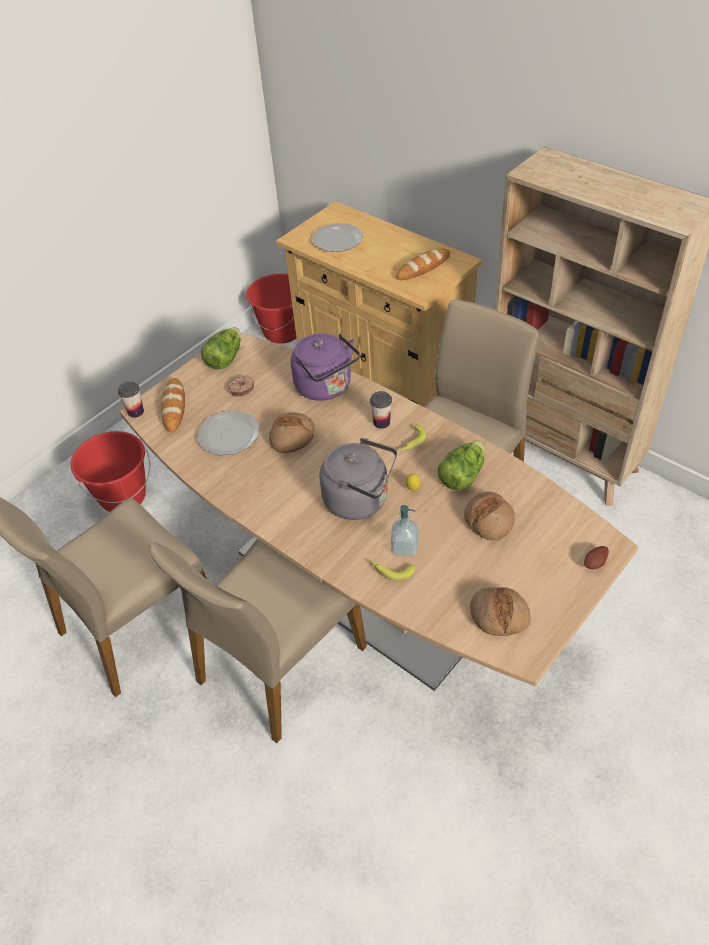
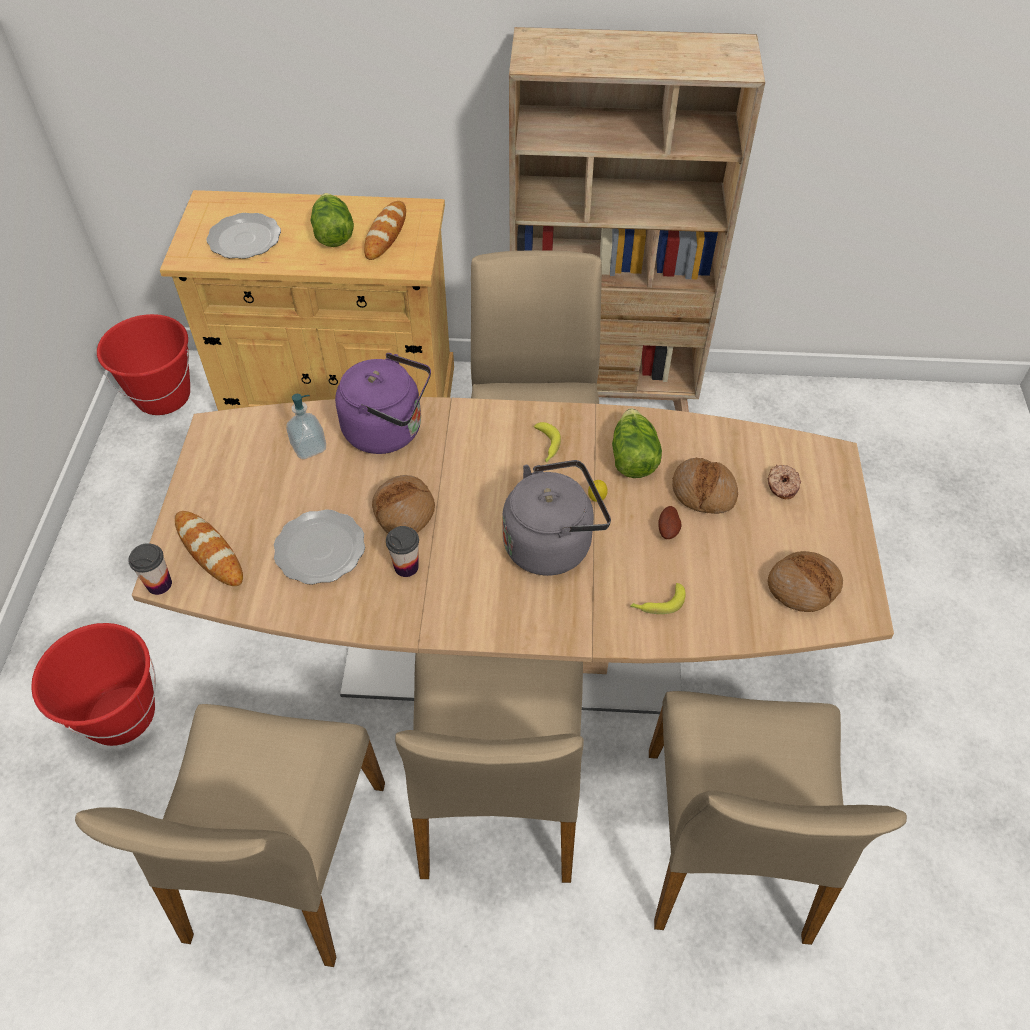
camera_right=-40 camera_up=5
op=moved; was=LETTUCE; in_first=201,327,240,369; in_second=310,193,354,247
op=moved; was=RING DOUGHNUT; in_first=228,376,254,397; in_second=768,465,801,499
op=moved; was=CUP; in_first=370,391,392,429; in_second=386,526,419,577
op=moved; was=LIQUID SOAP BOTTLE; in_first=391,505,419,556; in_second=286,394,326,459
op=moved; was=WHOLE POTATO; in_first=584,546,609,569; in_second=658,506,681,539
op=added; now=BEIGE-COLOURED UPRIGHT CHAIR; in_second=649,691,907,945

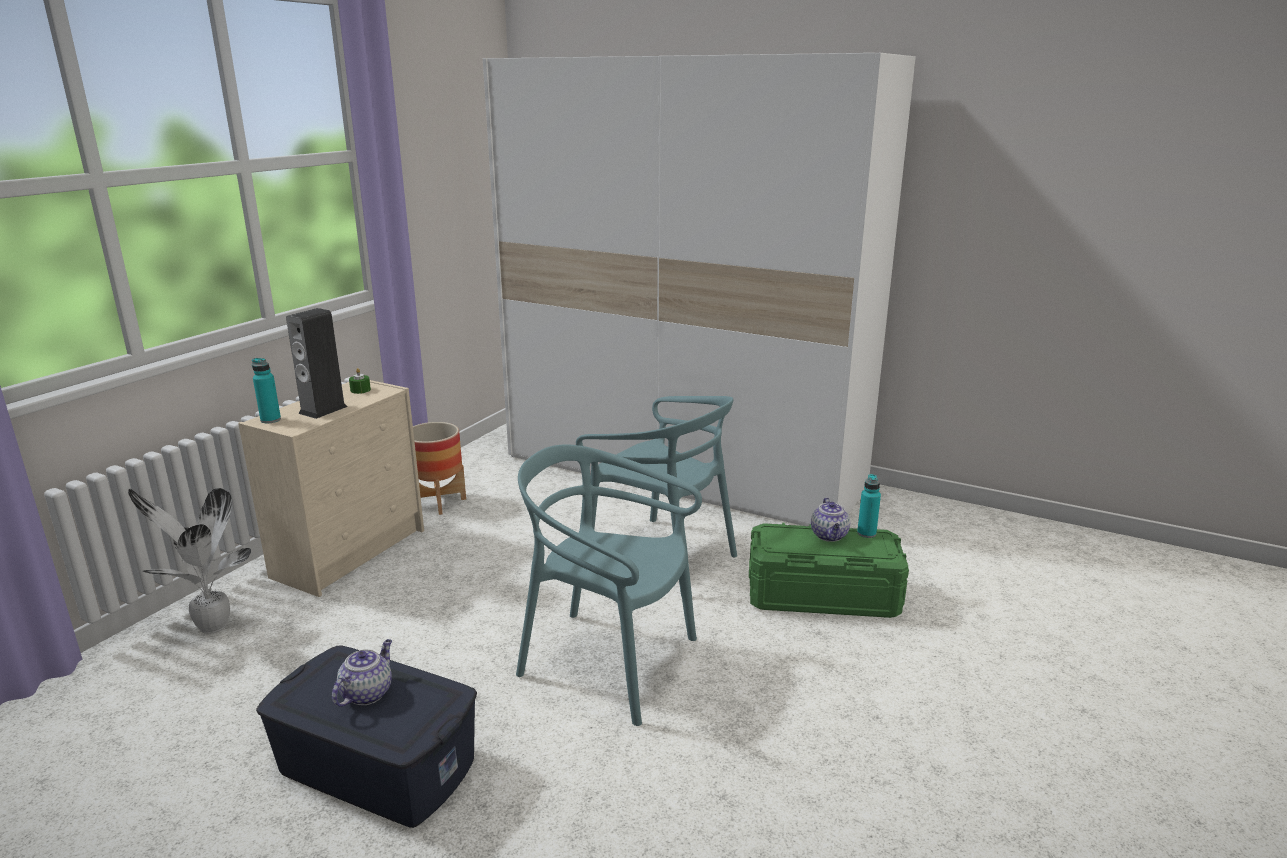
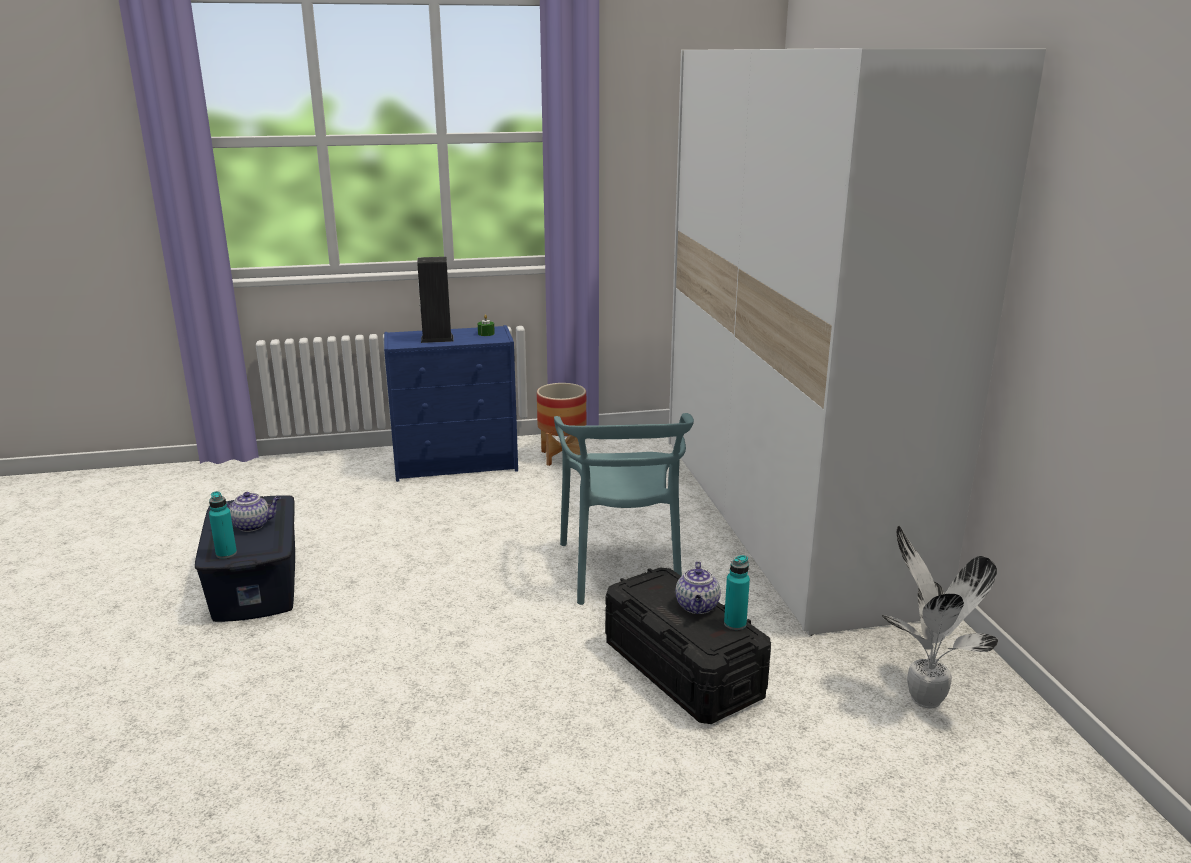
camera_right=50 camera_up=0
op=moved; was=TURQUOISE DRINK BOTTLE; in_first=252,358,281,423; in_second=209,491,237,559
op=recoloured; was=BEIGE-COLOURED CHEST OF DRAWERS; now=BLUISH CHEST OF DRAWERS; in_first=238,380,424,597; in_second=384,325,518,482
op=removed; was=TURQUOISE UPRIGHT CHAIR; in_first=516,445,702,726
op=moved; was=PLANT IN A POT; in_first=128,488,251,634; in_second=882,525,998,708
op=turned; was=POT FOR TEA; in_first=811,497,850,542; in_second=675,561,721,614; clockwise=-45
op=recoloured; was=GREEN-COLOURED STORAGE BIN; now=BLACKISH STORAGE BIN; in_first=749,523,909,618; in_second=605,567,771,724

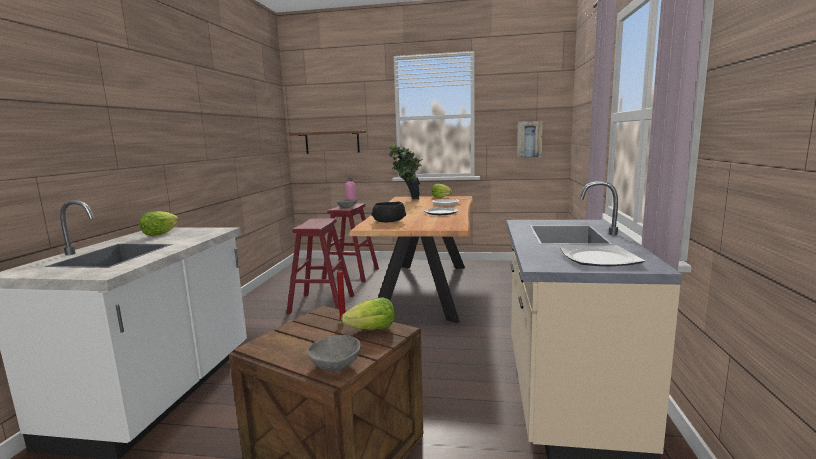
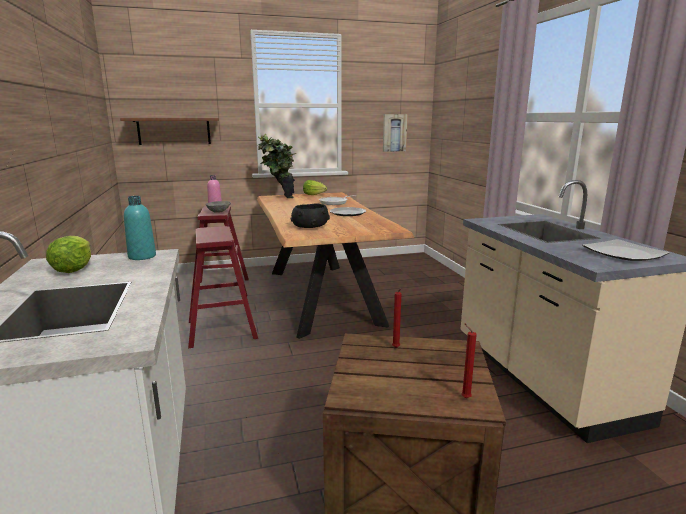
camera_right=-25 camera_up=5
op=removed; was=LETTUCE; in_first=341,297,395,330
op=replaced; was=GRAY DEEP DISH; now=REDDISH CANDLE; in_first=307,335,361,371; in_second=462,324,477,398
op=added; now=TURQUOISE DRINK BOTTLE; in_second=124,196,156,260

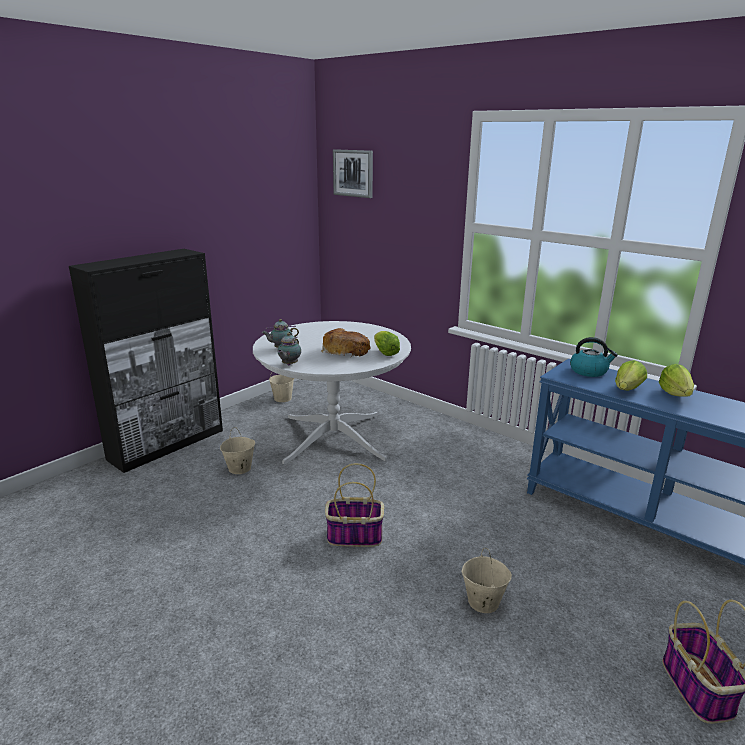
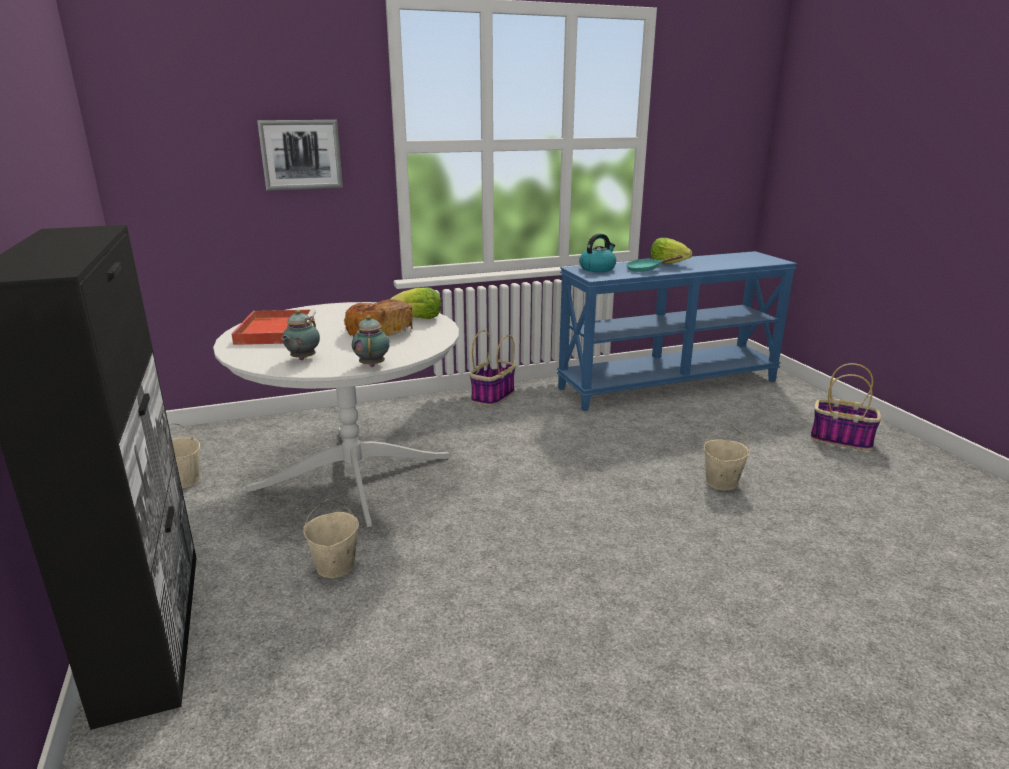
camera_right=-60 camera_up=0
op=moved; was=PICTURE; in_first=333,149,373,198; in_second=257,120,343,191
op=turned; was=POT FOR TEA; in_first=277,333,301,365; in_second=352,315,390,367; clockwise=-150
op=replaced; was=LETTUCE; now=TURQUOISE SKILLET; in_first=615,360,647,391; in_second=626,255,683,272
op=moved; was=HOUSEHOLD BASKET; in_first=325,463,384,547; in_second=470,330,516,406
op=added; now=REDDISH CARRYING TRAY; in_second=232,309,316,345

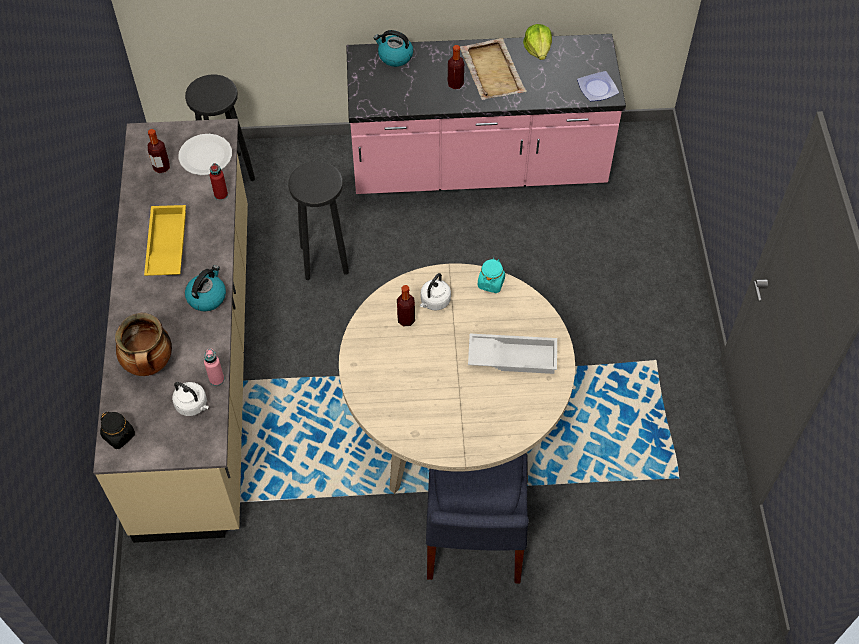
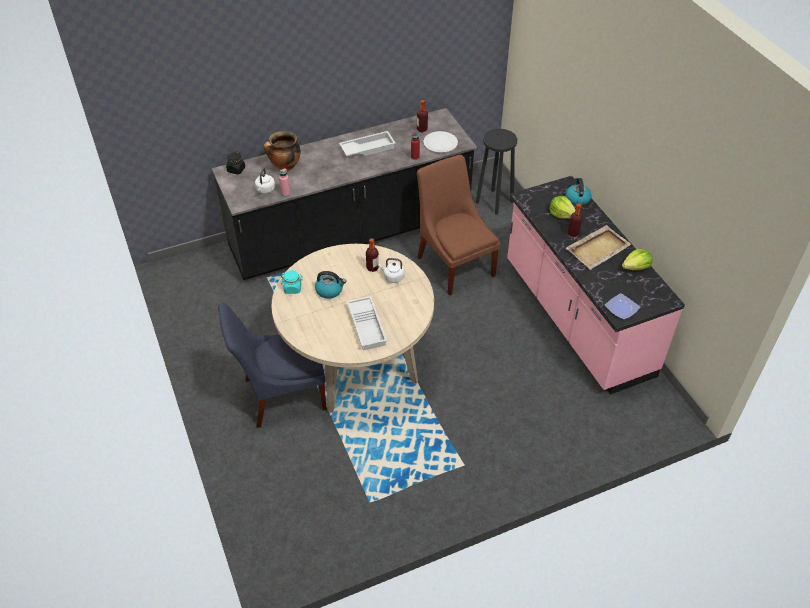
camera_right=70 camera_up=-10
op=recoloured; was=BEIGE-COLOURED KITCHEN BASE UNIT; now=BLACKISH KITCHEN BASE UNIT; in_first=93,119,248,543; in_second=212,108,477,280
op=replaced; was=BLACKISH STOOL SEAT; now=BROWNISH UPRIGHT CHAIR; in_first=288,161,349,280; in_second=417,155,500,296
op=recoloured; was=YELLOWISH CARRYING TRAY; now=WHITE CARRYING TRAY; in_first=144,205,186,276; in_second=339,131,396,156
op=moved; was=TURQUOISE JAR; in_first=478,258,505,293; in_second=281,270,303,294
op=moved; was=TEA KETTLE; in_first=185,265,226,312; in_second=315,271,346,299
op=added; now=LETTUCE; in_second=549,196,575,219

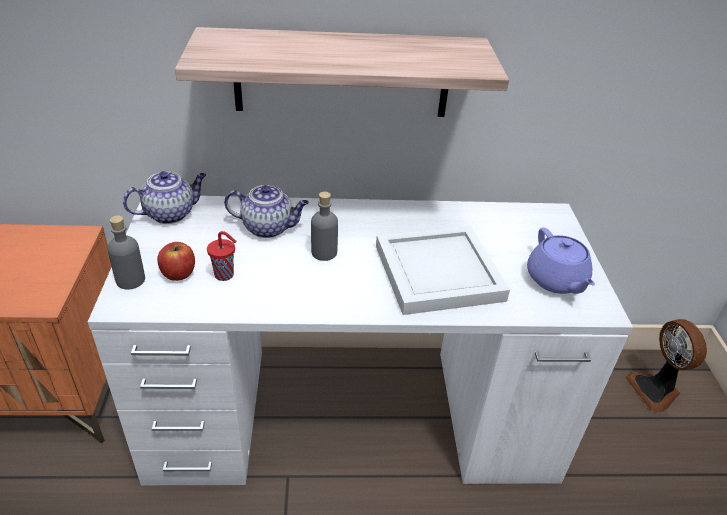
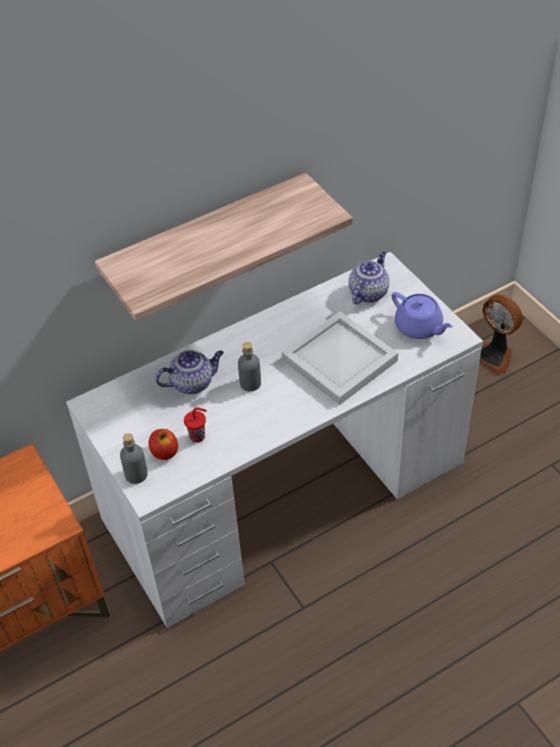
camera_right=-25 camera_up=10
op=moved; was=POT FOR TEA; in_first=123,171,206,224; in_second=349,252,390,304

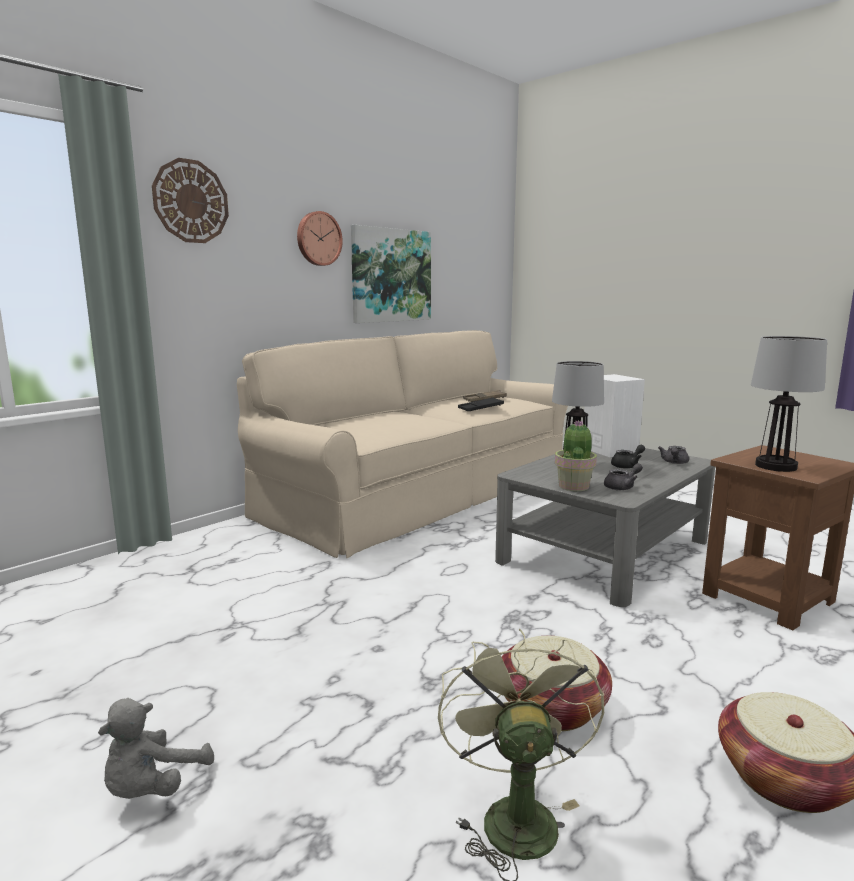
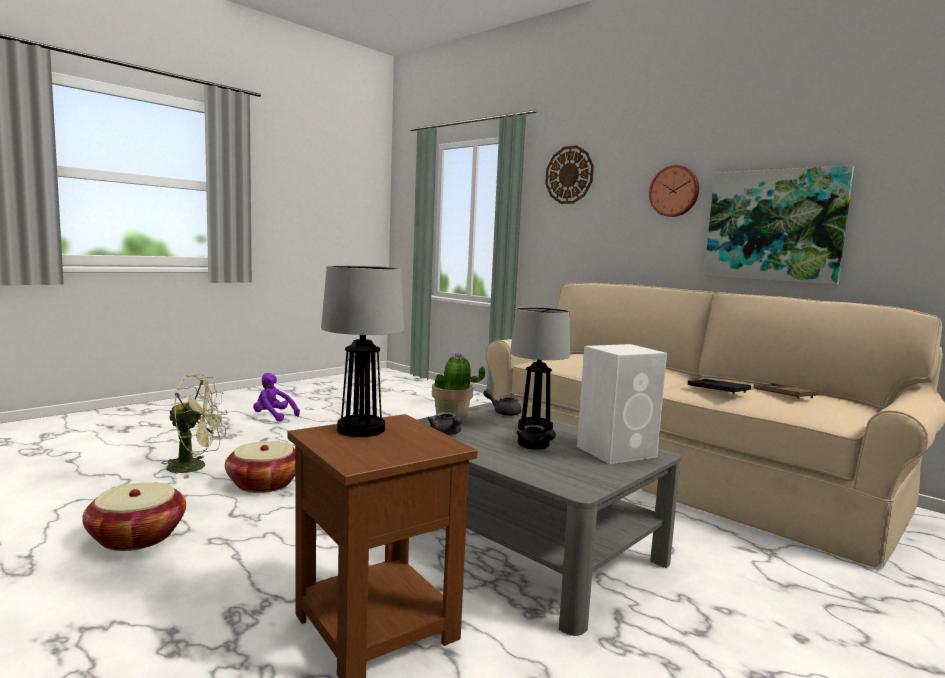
camera_right=90 camera_up=-5
op=moved; was=GRAY POT FOR TEA; in_first=658,446,689,464; in_second=483,389,521,416
op=recoloured; was=GRAY CUDDLY TOY; now=PURPLE CUDDLY TOY; in_first=98,698,214,799; in_second=253,373,300,422

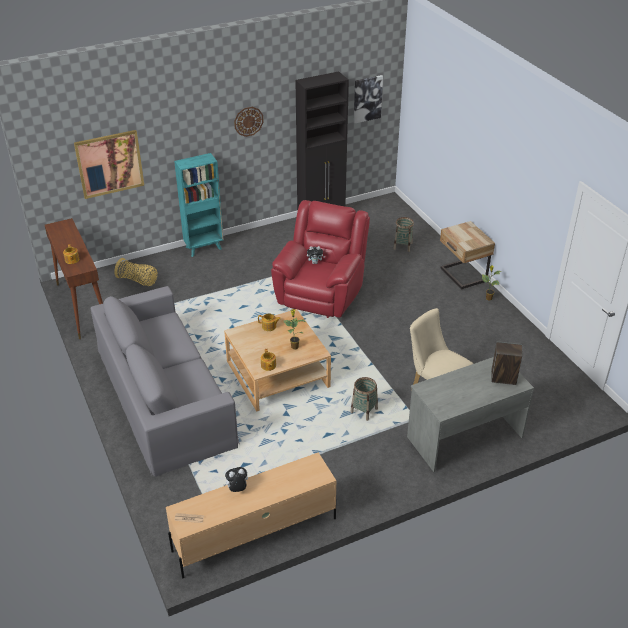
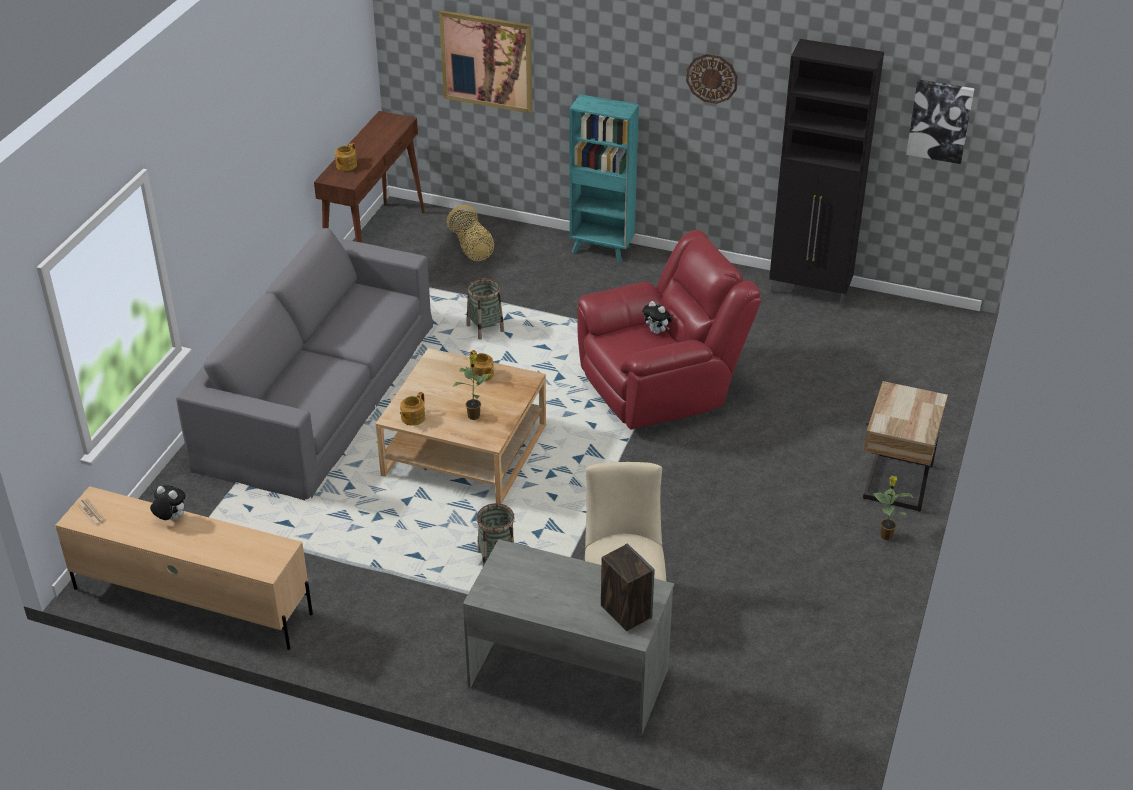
camera_right=45 camera_up=0
op=moved; was=HOUSEHOLD BASKET; in_first=393,217,414,252; in_second=466,278,504,340

